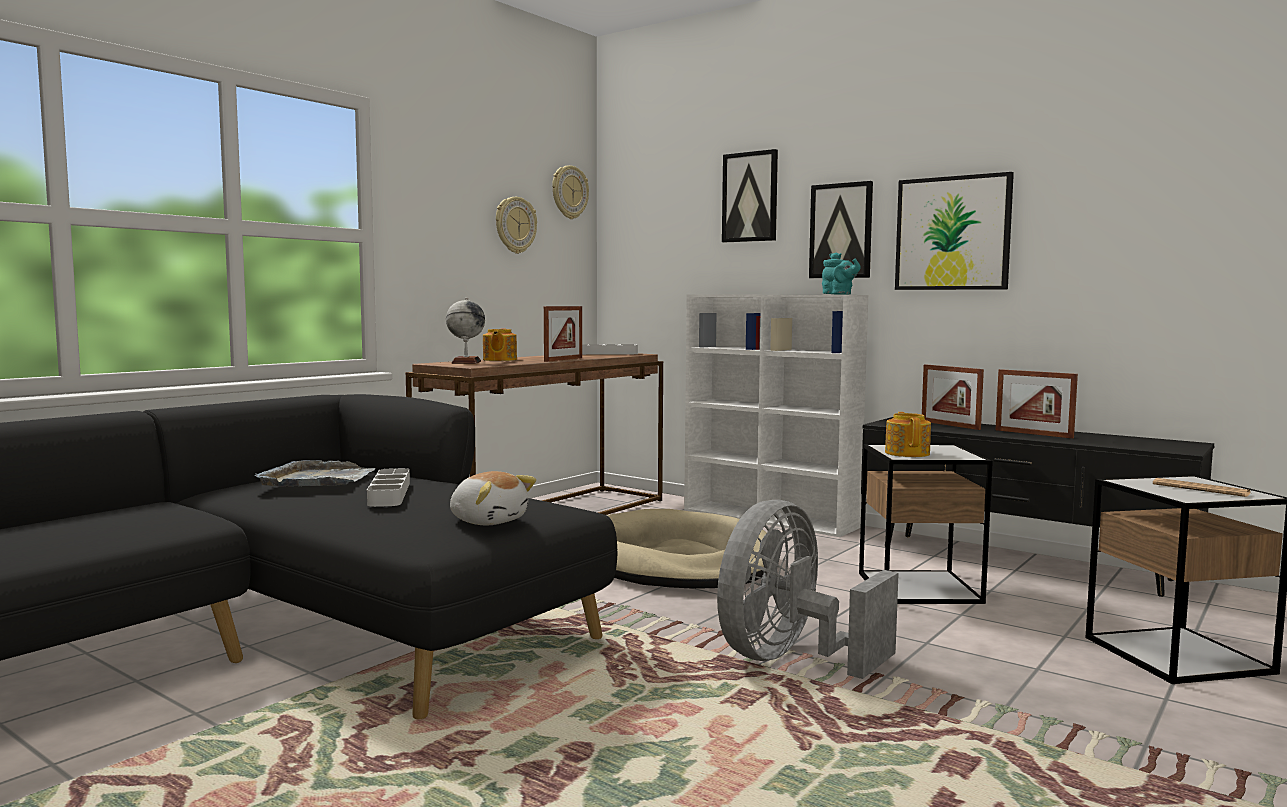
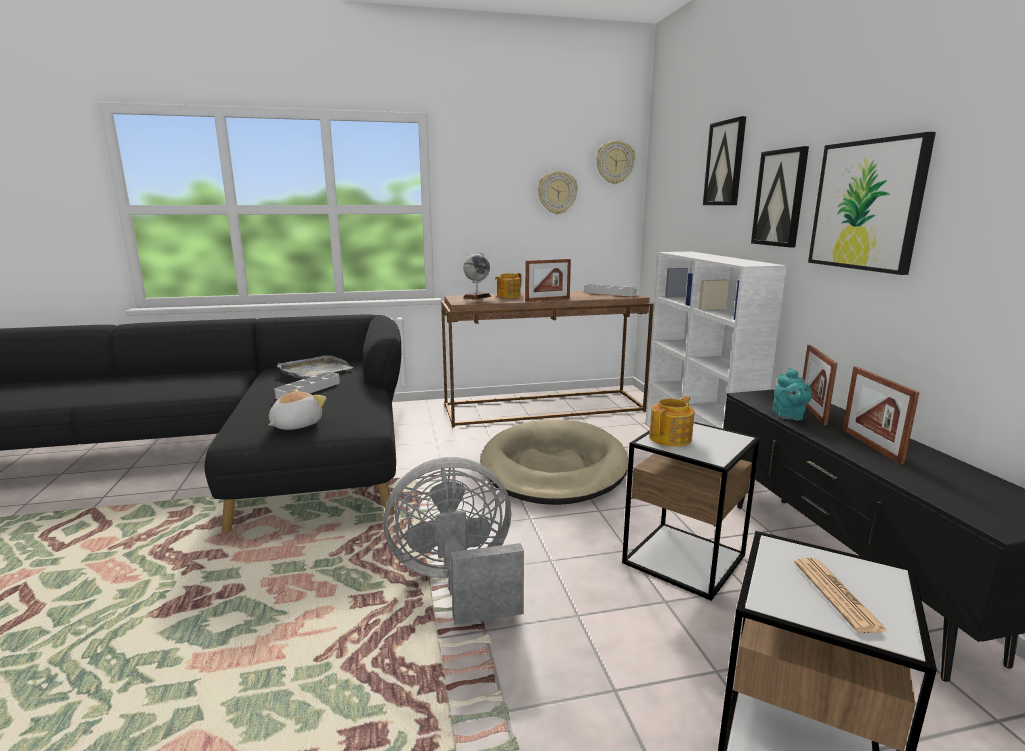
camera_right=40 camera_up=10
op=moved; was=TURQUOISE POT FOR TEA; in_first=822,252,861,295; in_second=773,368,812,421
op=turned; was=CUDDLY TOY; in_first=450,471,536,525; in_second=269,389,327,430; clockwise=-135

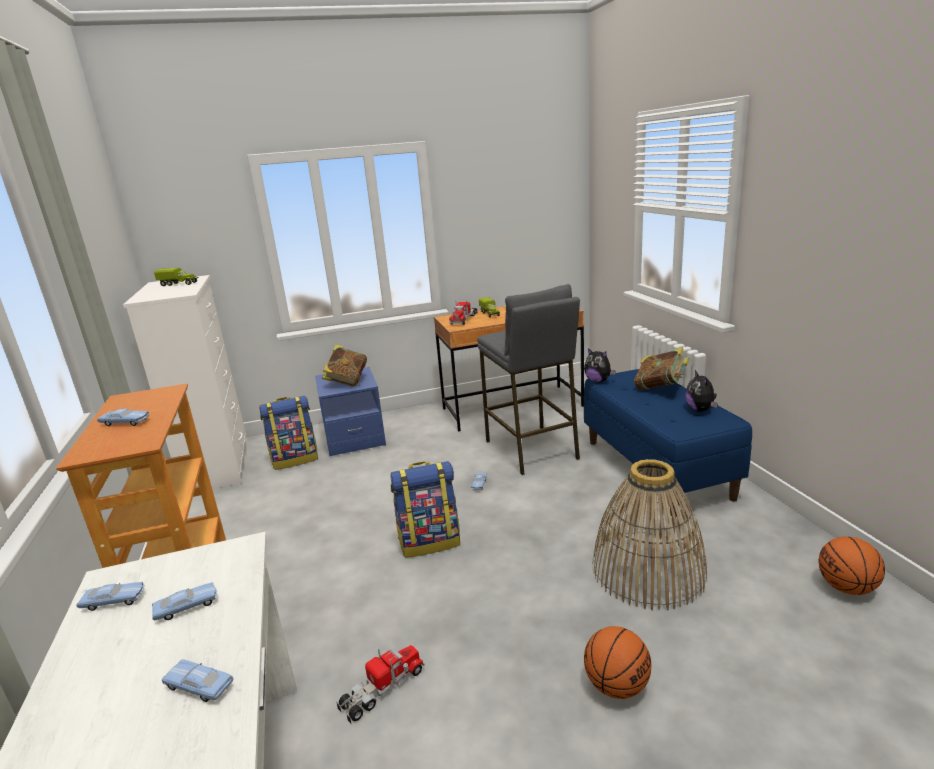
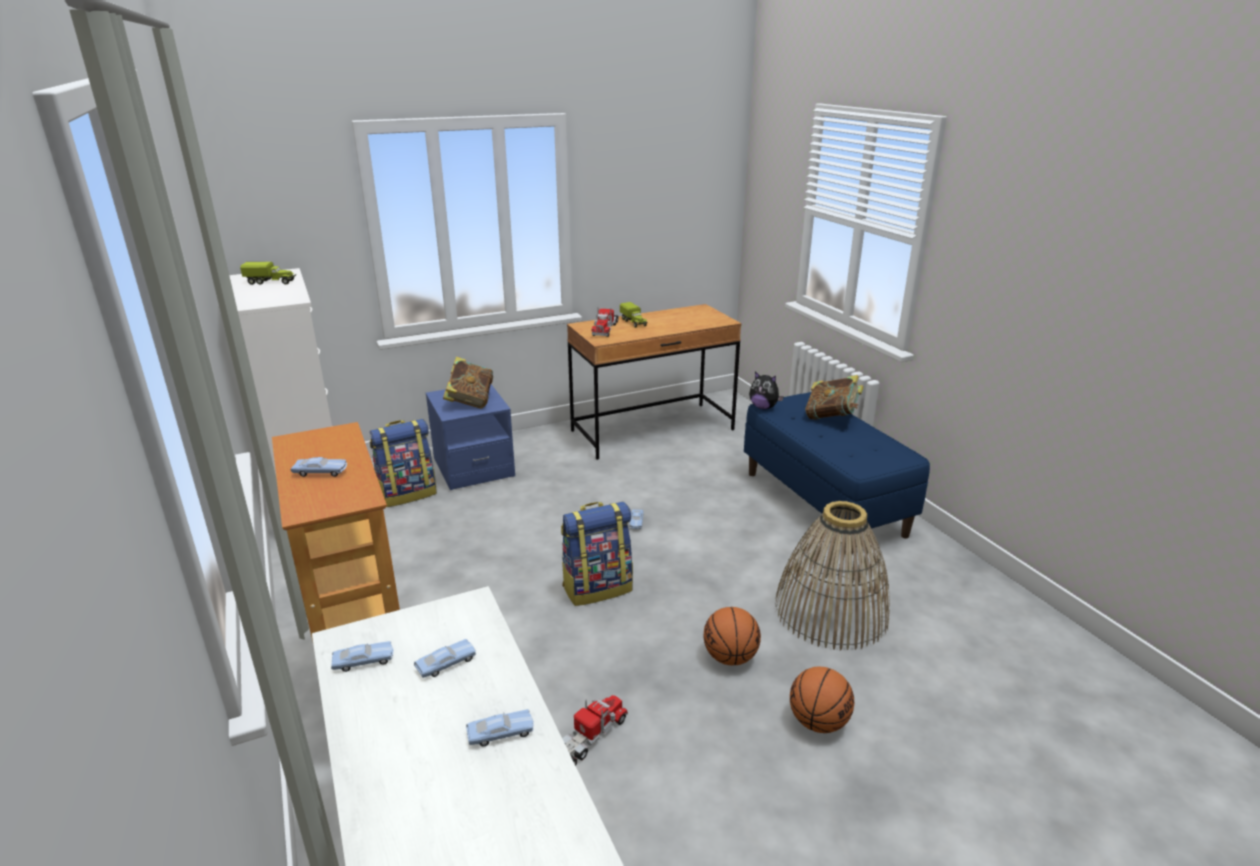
camera_right=-10 camera_up=5
op=removed; was=GRAY STOOL SEAT; in_first=477,284,580,475
op=removed; was=CUDDLY TOY; in_first=685,370,718,412
op=moved; was=BASKETBALL BALL; in_first=818,537,885,595; in_second=703,607,761,665
op=turned; was=BLUISH MINIATURE CAR; in_first=162,659,233,702; in_second=466,709,534,747; clockwise=150

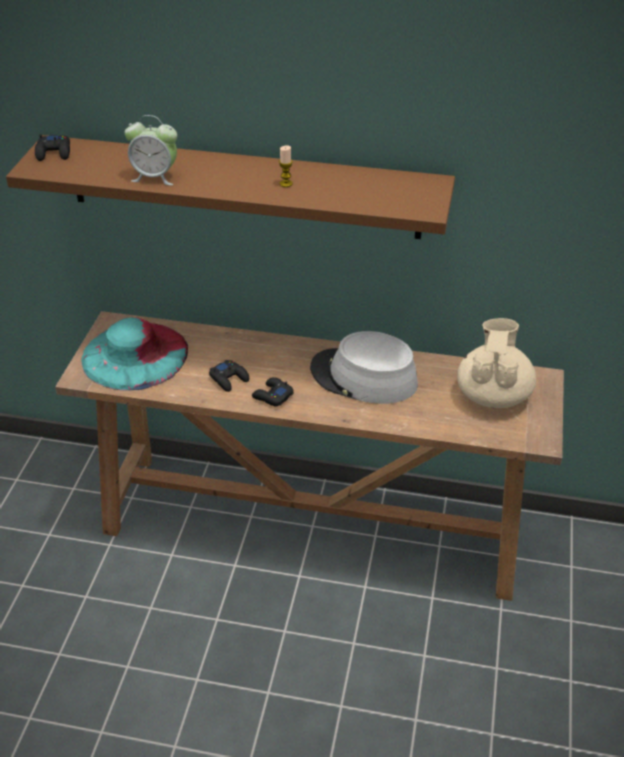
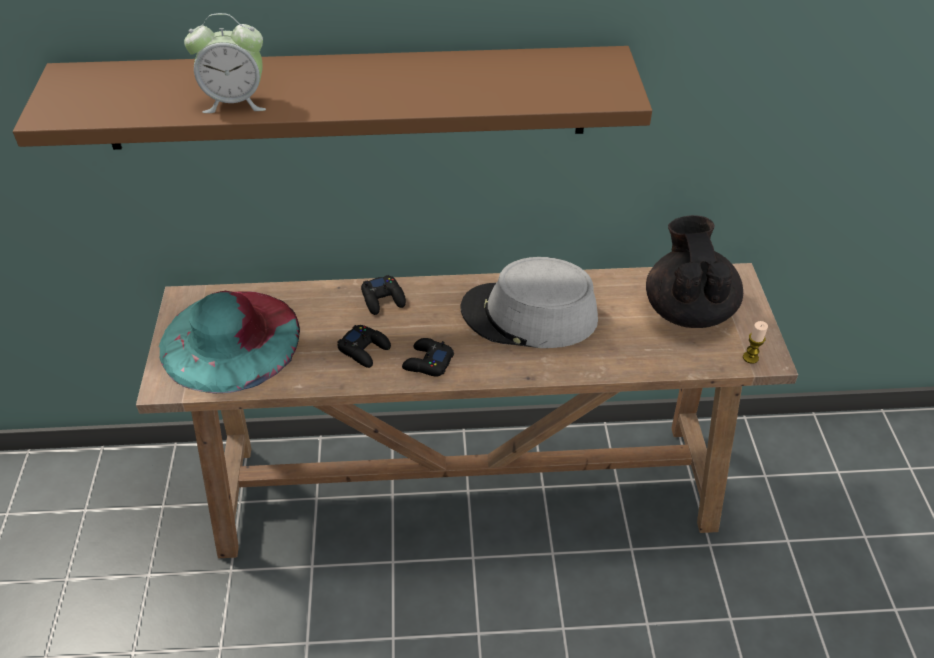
camera_right=-15 camera_up=5
op=moved; was=BLACKISH GAME CONTROLLER; in_first=35,134,70,161; in_second=361,275,406,315
op=moved; was=CANDLE; in_first=279,146,293,187; in_second=743,321,768,364
op=recoloured; was=BEIGE-COLOURED POT FOR TEA; now=BLACKISH POT FOR TEA; in_first=457,318,536,408; in_second=646,215,743,328

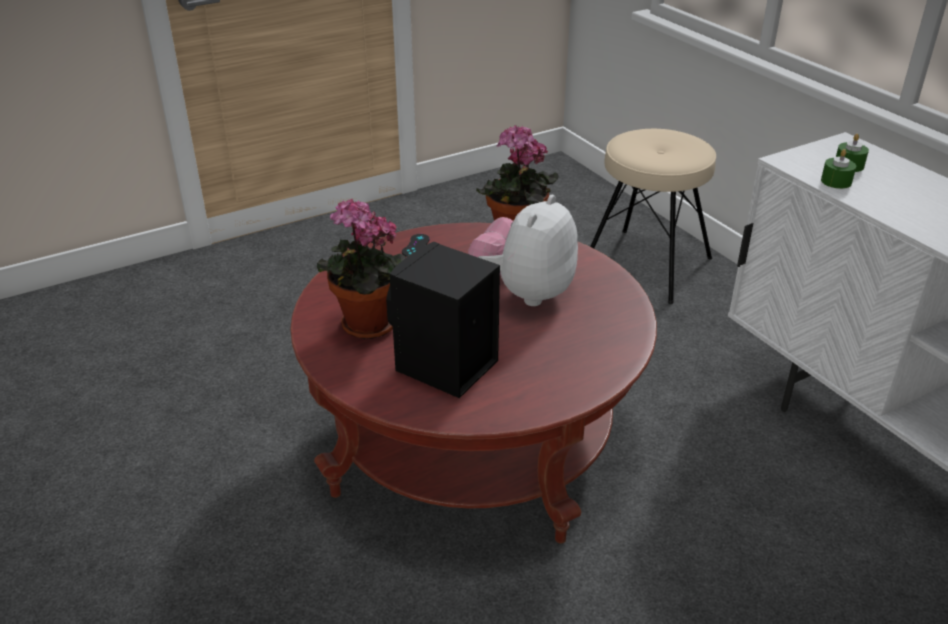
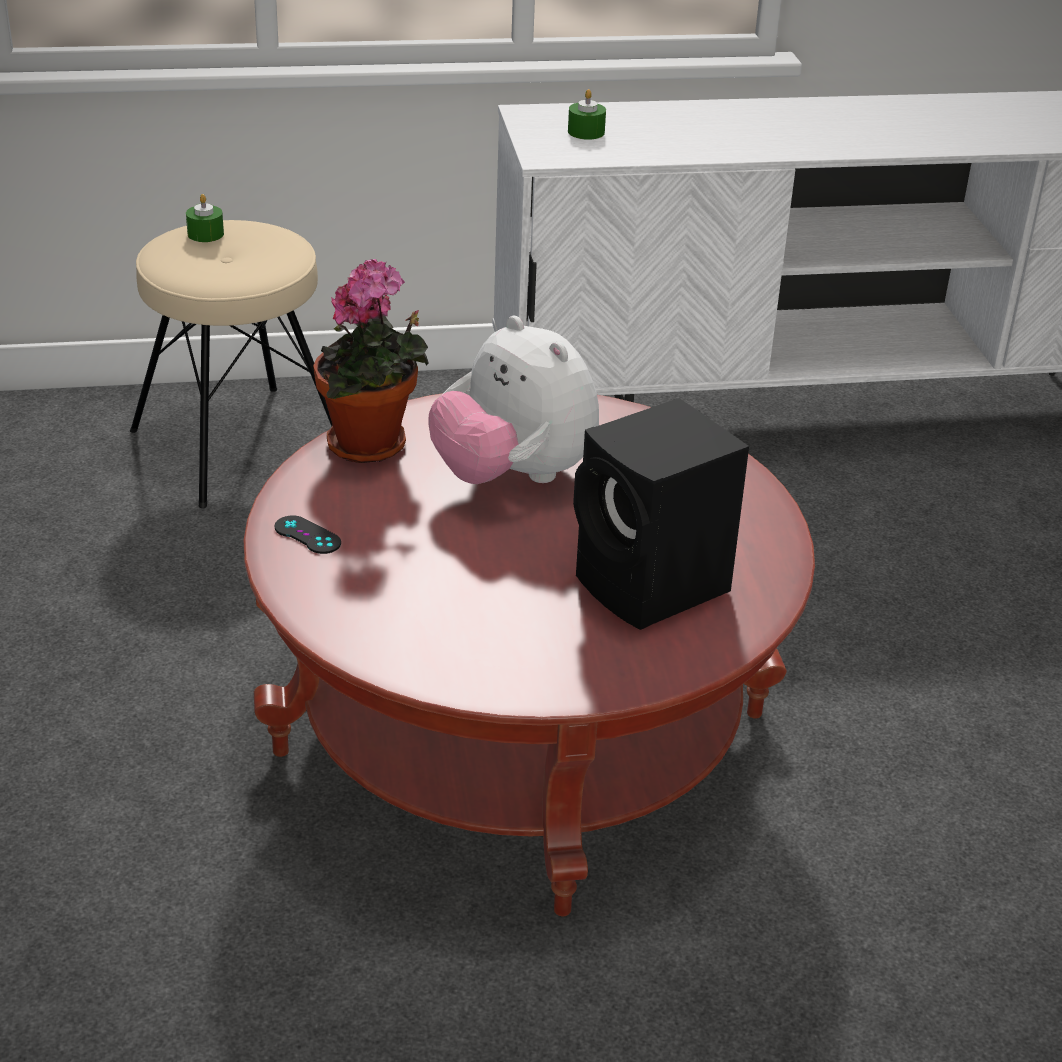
camera_right=-70 camera_up=0
op=moved; was=GREEN-COLOURED CANDLE; in_first=821,149,856,189; in_second=186,194,224,242
op=removed; was=PLANT IN A POT; in_first=317,199,406,339

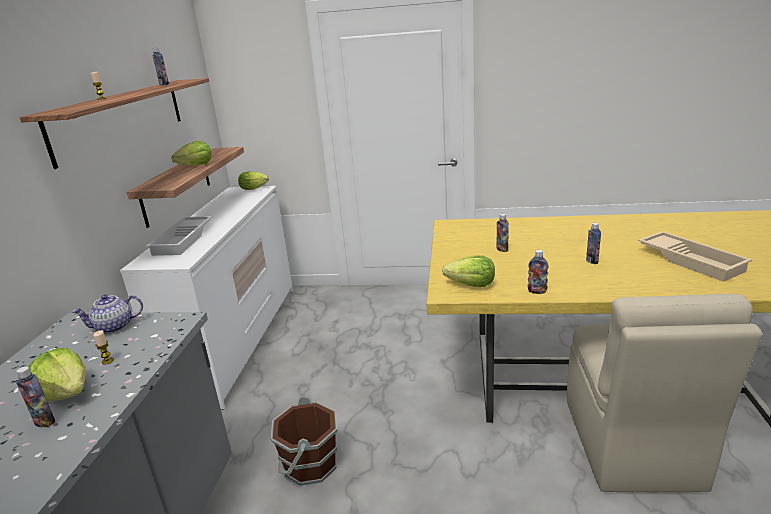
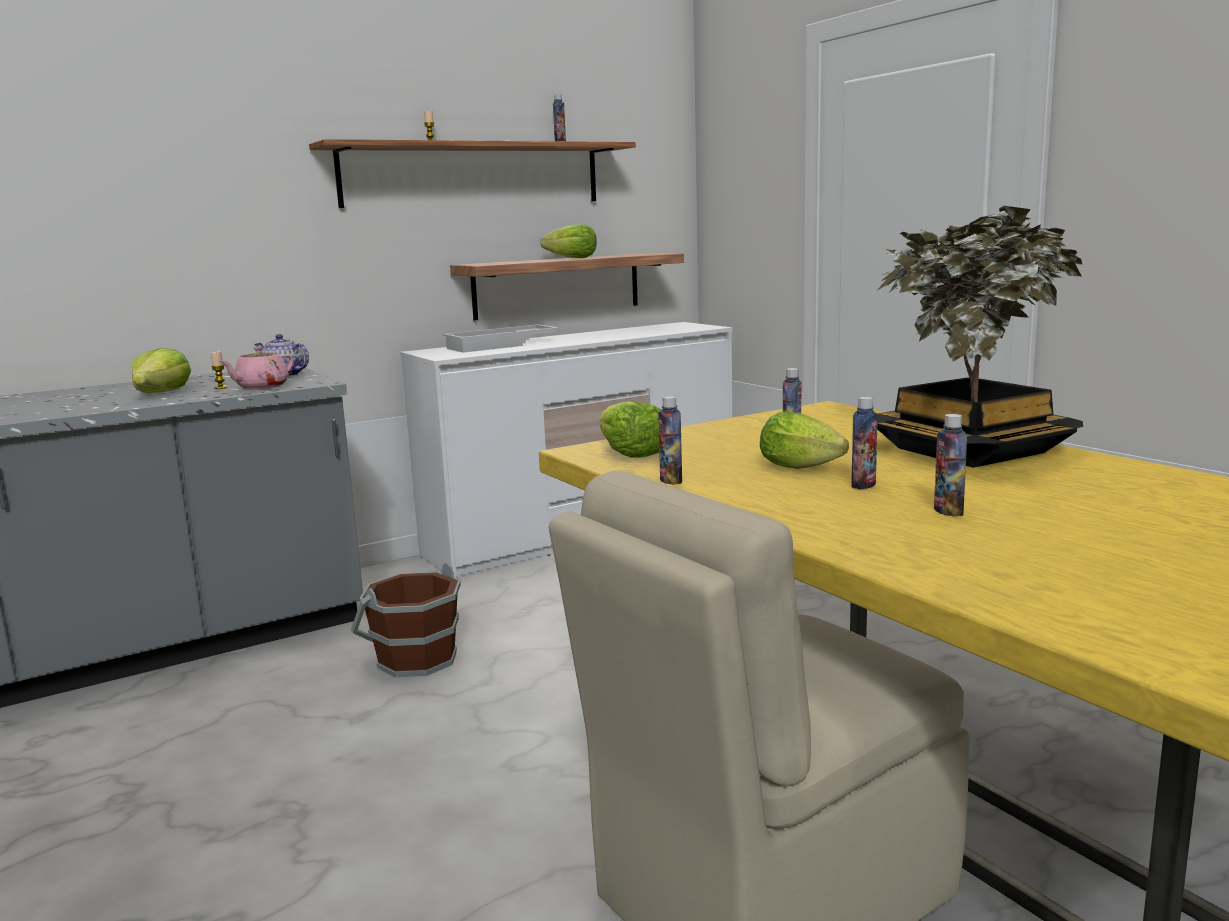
camera_right=50 camera_up=-10
op=moved; was=LETTUCE; in_first=238,171,269,190; in_second=760,412,849,469
op=removed; was=BEIGE-COLOURED CARRYING TRAY; in_first=638,231,752,282
op=moved; was=DRINK BOTTLE; in_first=16,366,55,427; in_second=934,414,967,517
op=added; now=PLANT IN A POT; in_second=876,206,1083,468
op=added; now=PINKISH POT FOR TEA; in_second=219,346,294,390

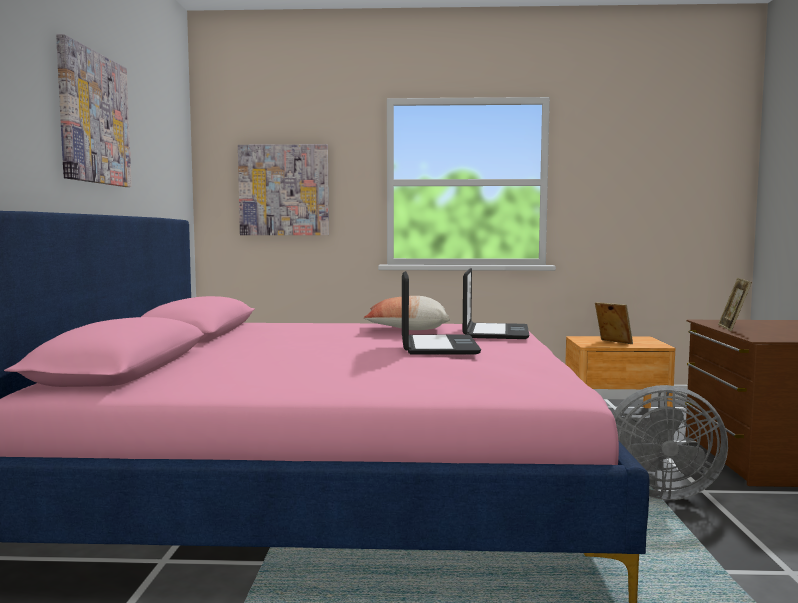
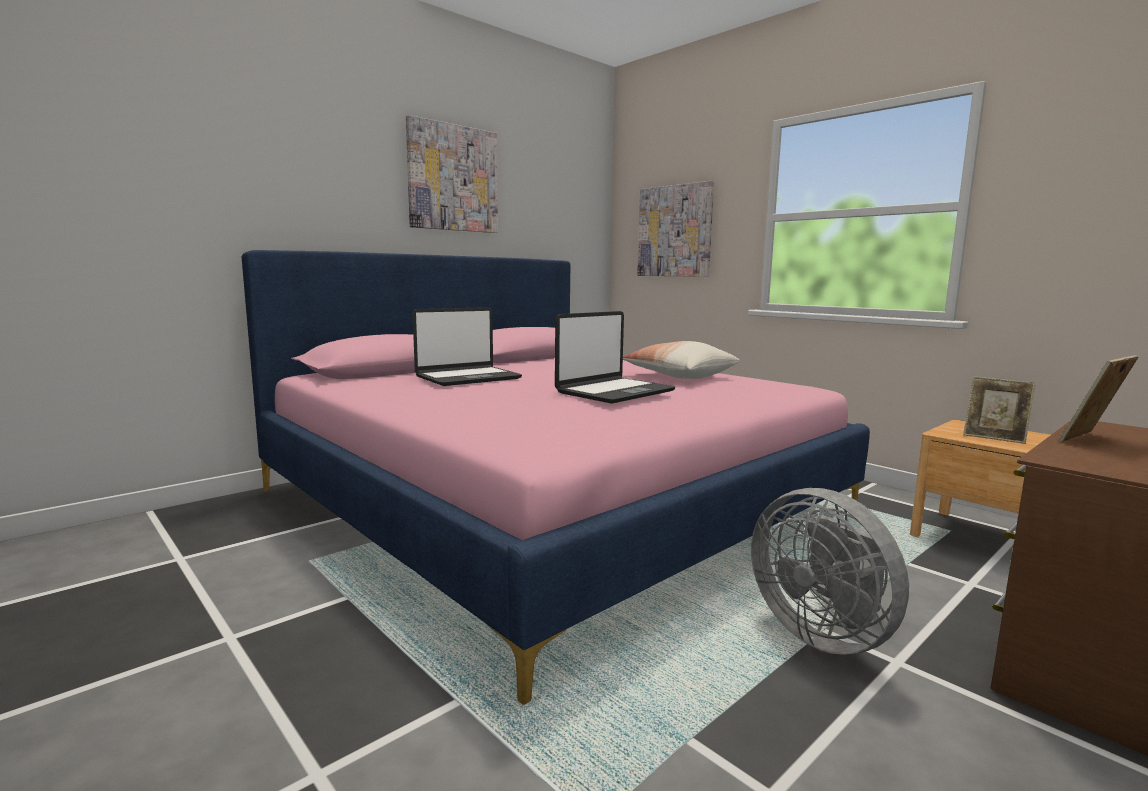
camera_right=45 camera_up=5
op=moved; was=LAPTOP; in_first=463,268,529,339; in_second=413,307,522,386
op=turned; was=PHOTO FRAME; in_first=595,302,633,344; in_second=963,376,1036,444; clockwise=120

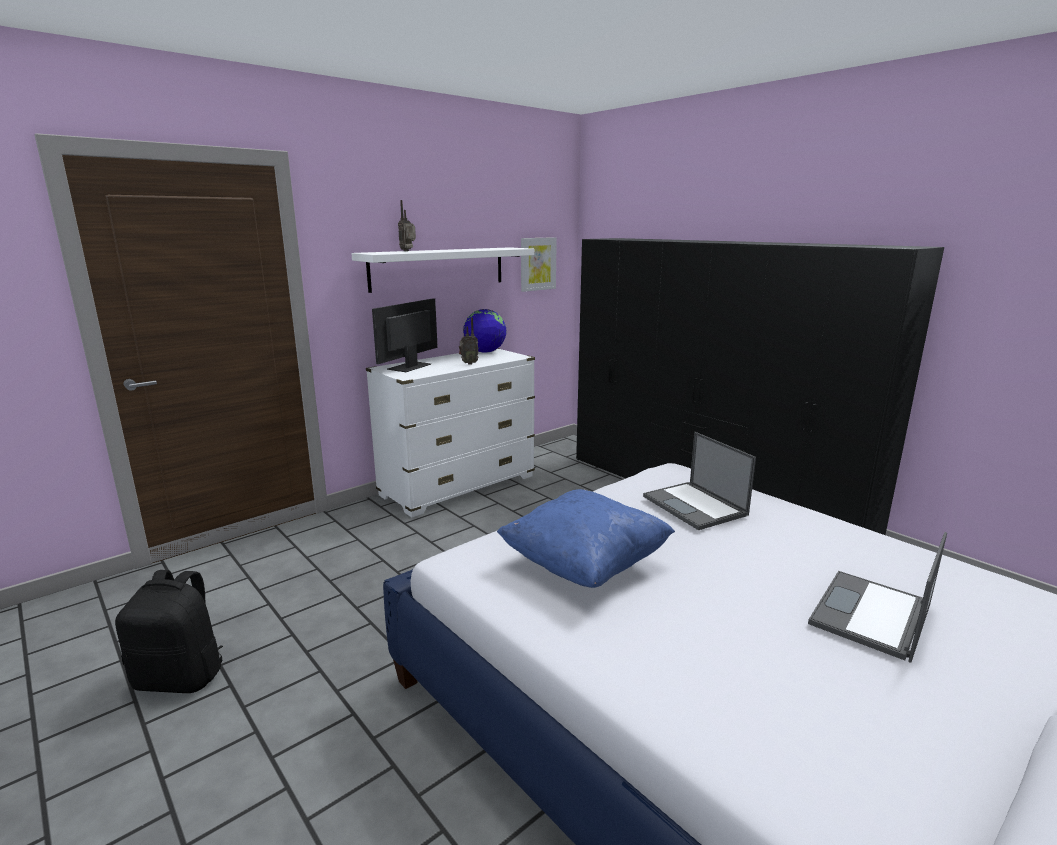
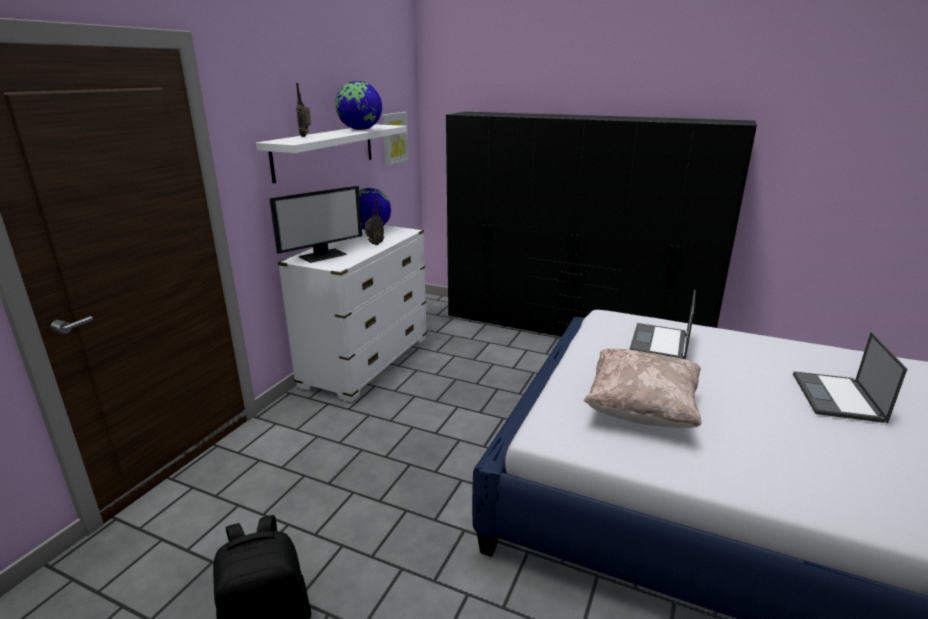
camera_right=-25 camera_up=5
op=turned; was=MONITOR; in_first=372,298,438,372; in_second=269,186,362,263; clockwise=-135
op=turned; was=LAPTOP; in_first=643,432,756,530; in_second=629,290,696,359; clockwise=75
op=recoloured; was=BLUISH THROW PILLOW; now=BEIGE-COLOURED THROW PILLOW; in_first=497,489,675,588; in_second=584,349,701,428
op=added; now=WORLD GLOBE; in_second=335,81,382,130

